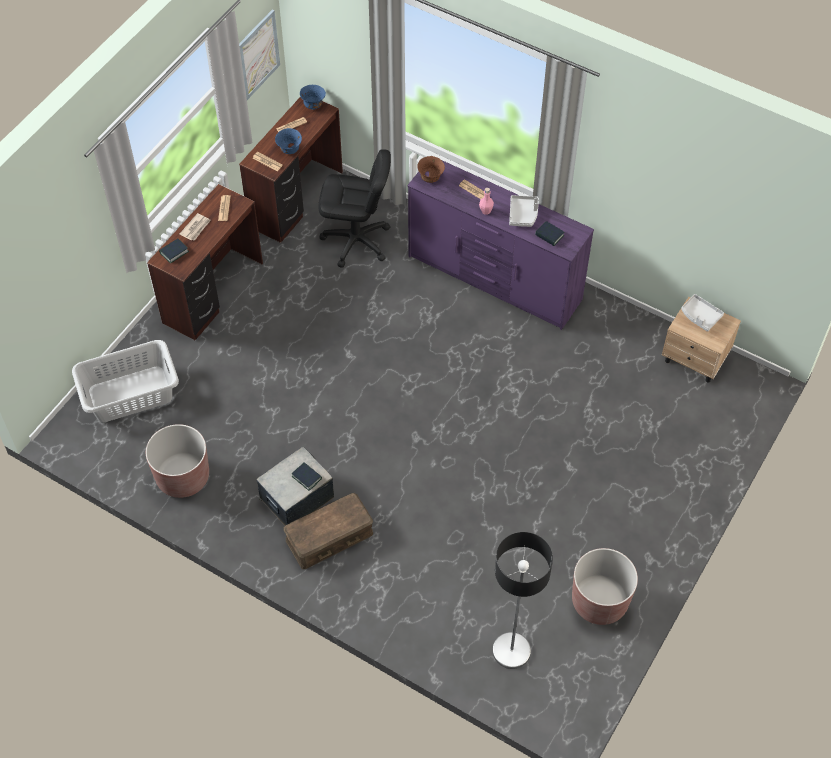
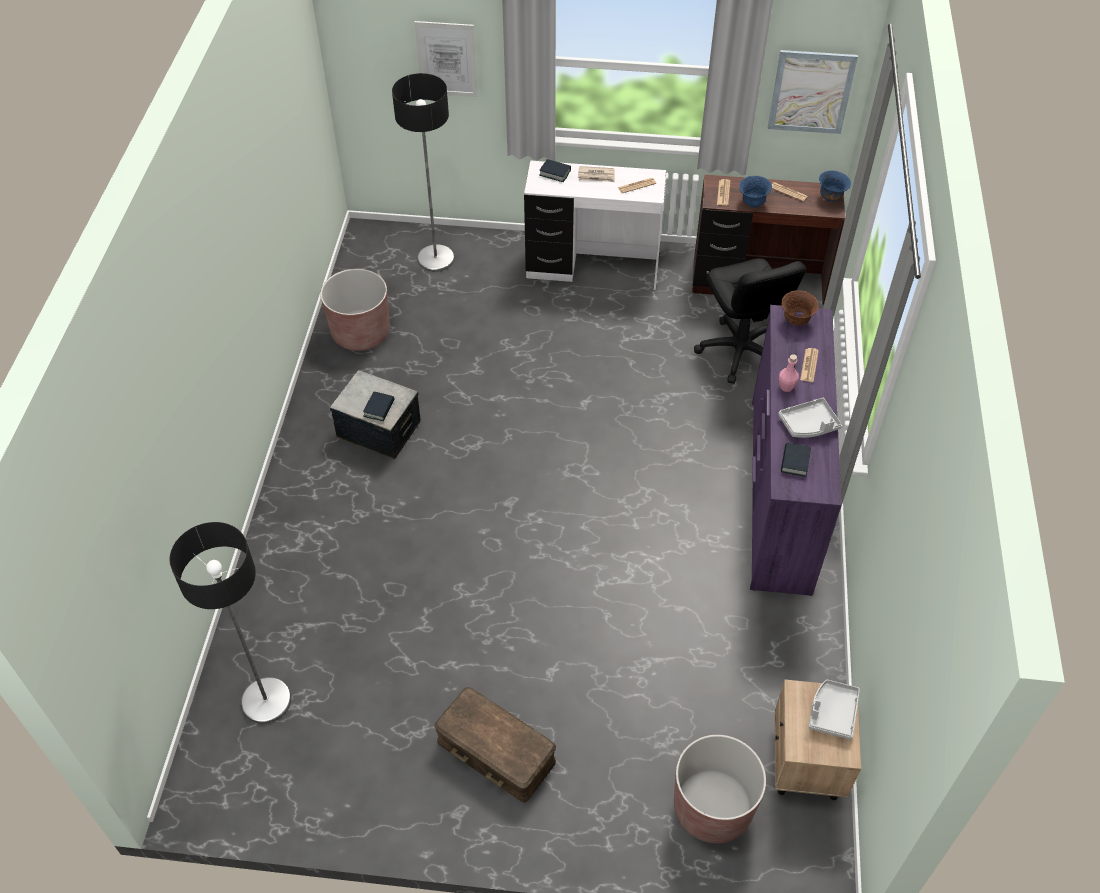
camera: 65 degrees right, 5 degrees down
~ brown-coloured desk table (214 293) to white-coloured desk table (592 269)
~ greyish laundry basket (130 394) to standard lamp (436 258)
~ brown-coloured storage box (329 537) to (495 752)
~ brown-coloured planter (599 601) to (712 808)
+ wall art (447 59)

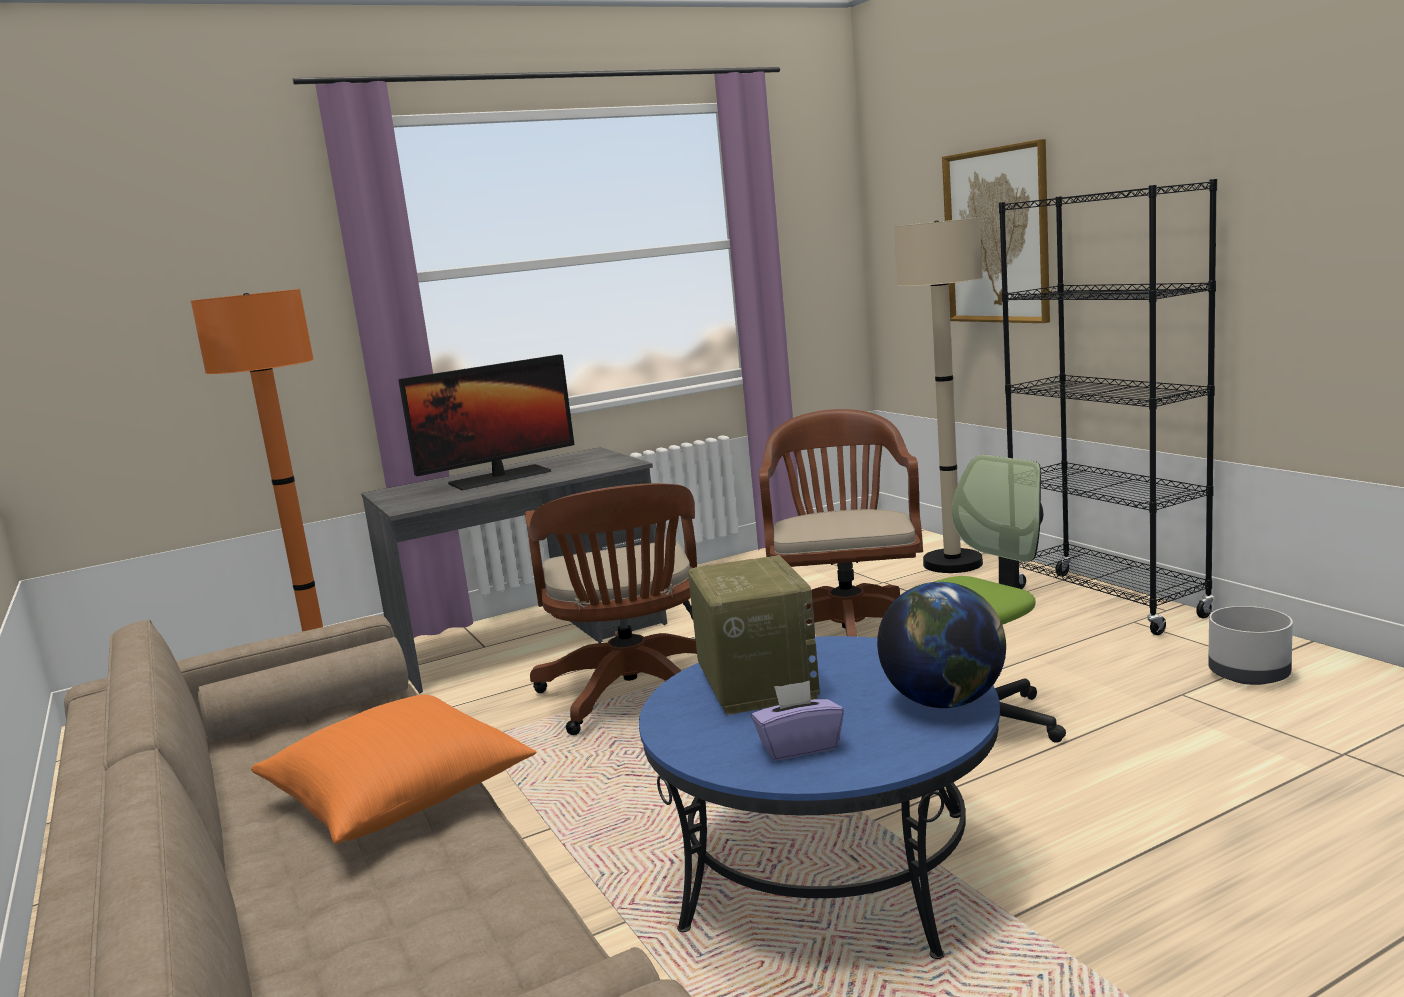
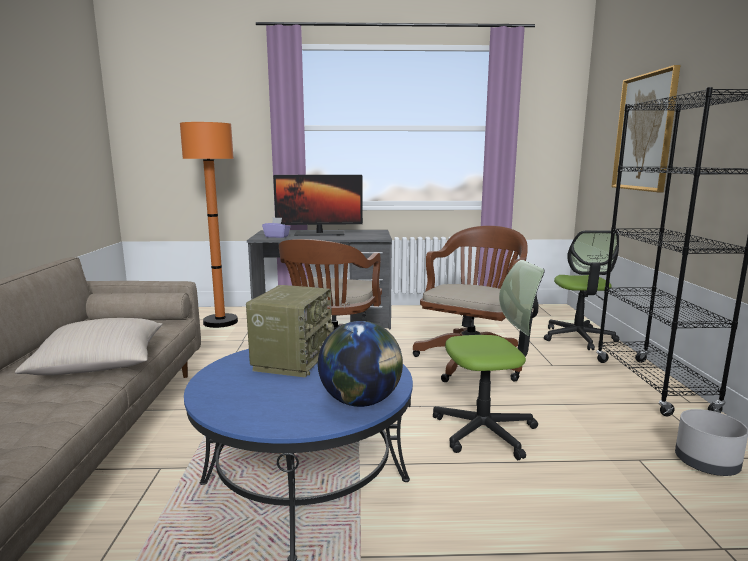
camera: 25 degrees right, 0 degrees up
~ sand-coloured standard lamp (952 563) to computer chair (578 337)
~ purple box of tissues (799 747) to (277 236)
~ orangey throw pillow (398 797) to sand-coloured throw pillow (100 364)

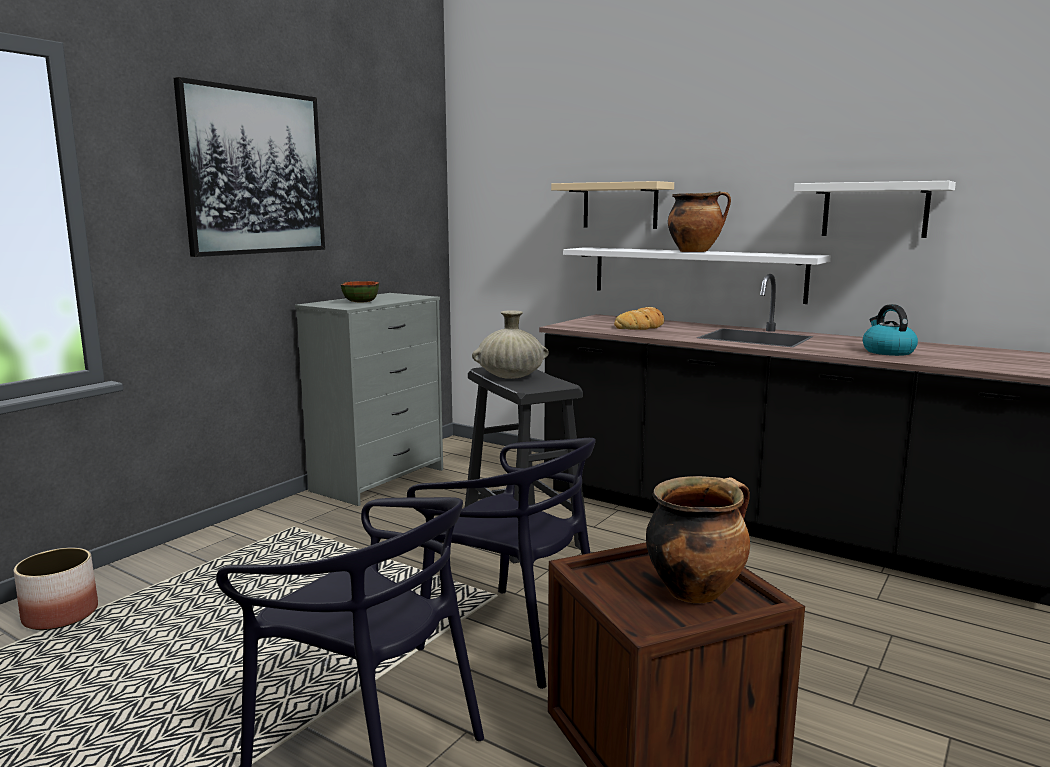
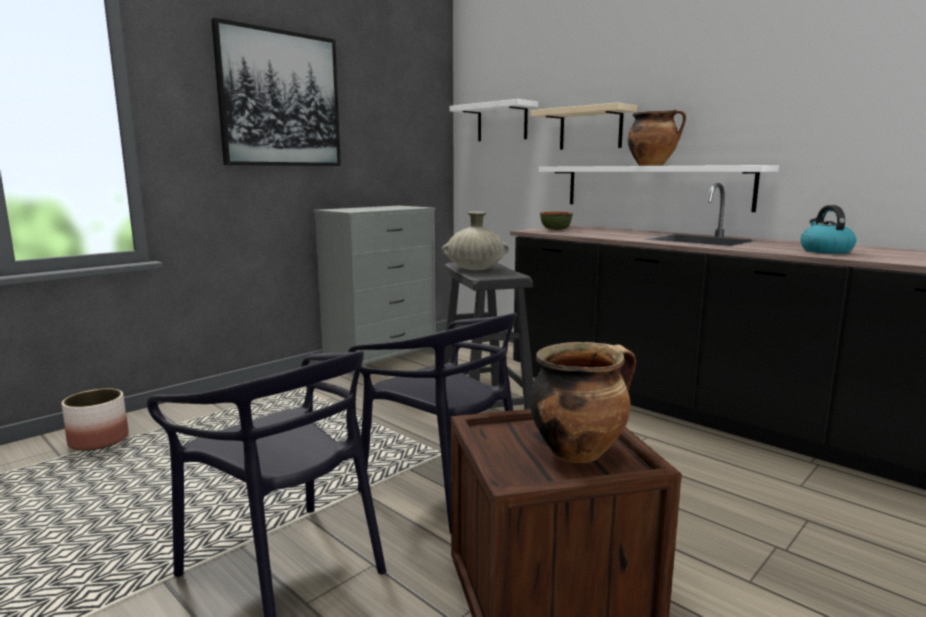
camera: 10 degrees right, 0 degrees up
~ white-coloured bracket shelf (875 210) to (502 122)
~ bowl (360 302) to (554 229)
- baked bread (642 326)

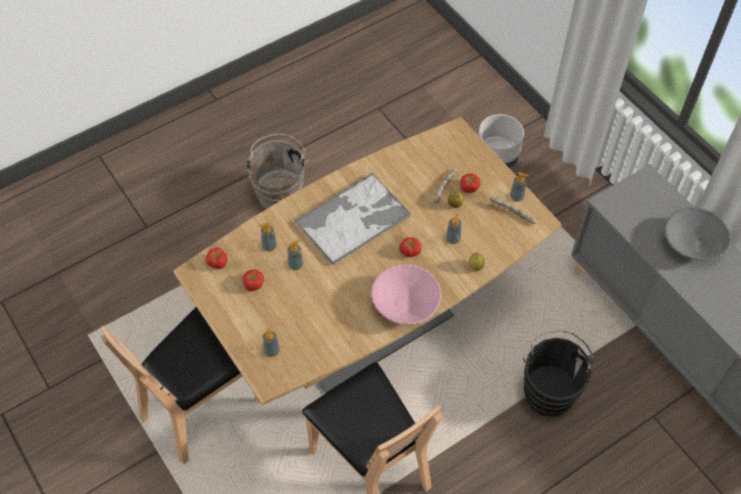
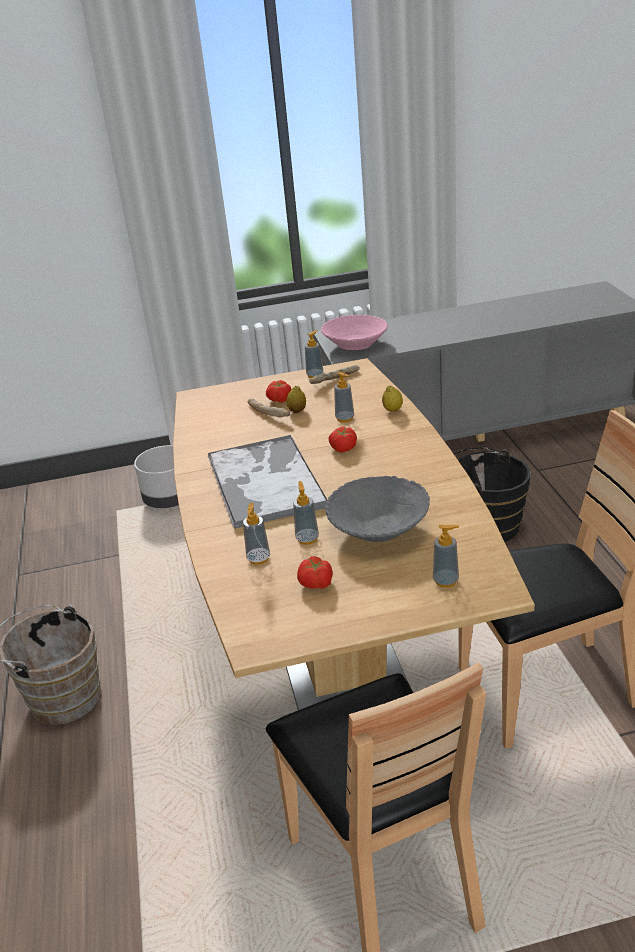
camera: 65 degrees left, 25 degrees down
~ greyish bowl (692 243) to (378 529)
- tomato (217 262)
~ pink bowl (405 303) to (355 345)

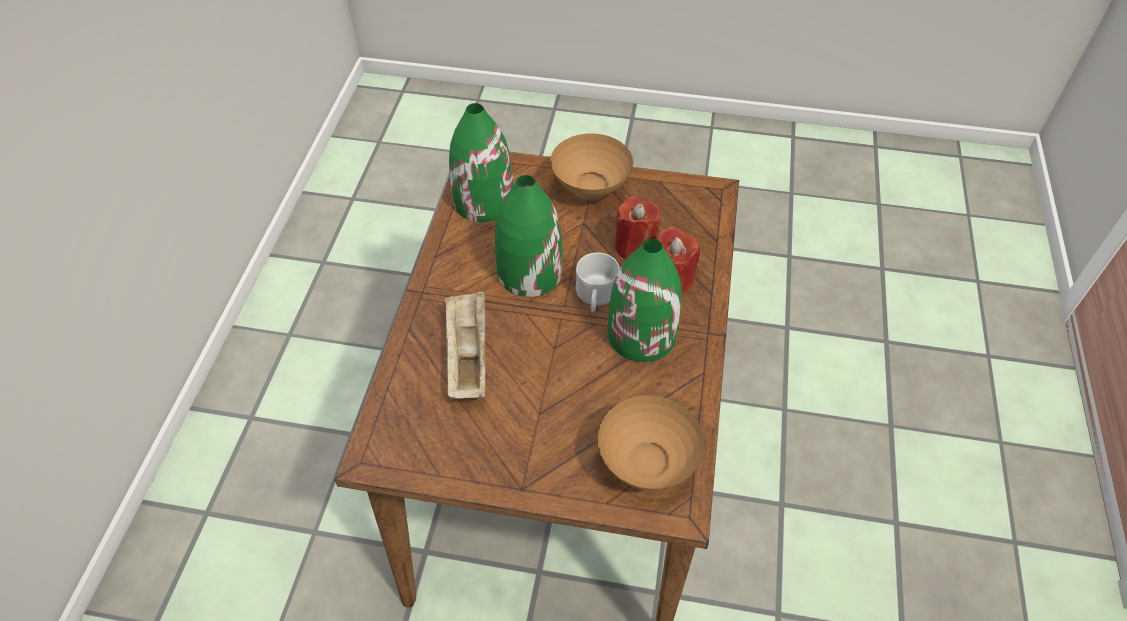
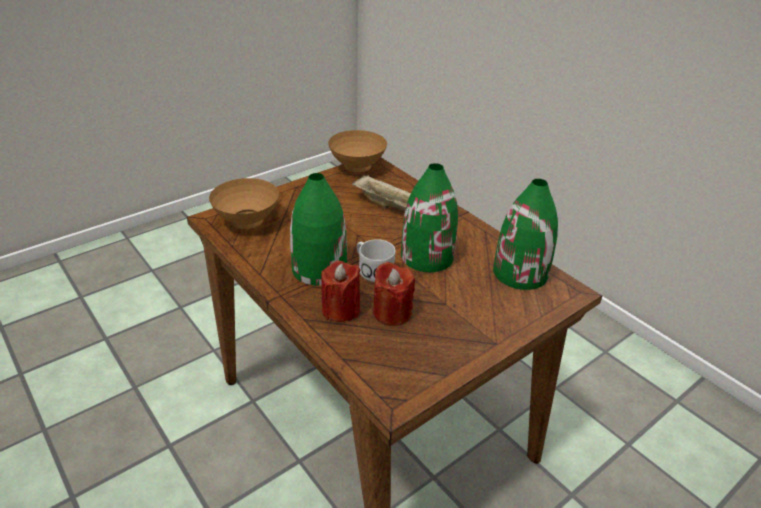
camera: 130 degrees right, 15 degrees down
~ brown-coloured bowl (590 190) to (356 167)

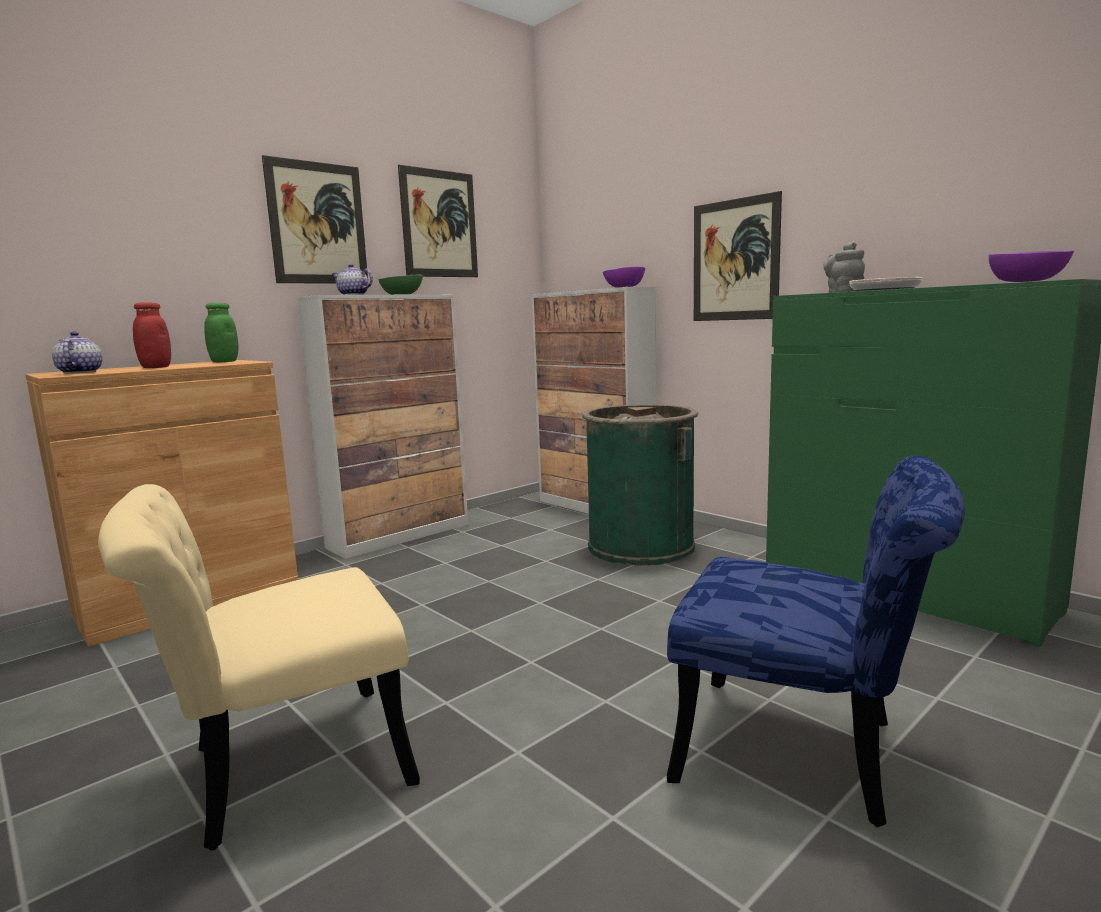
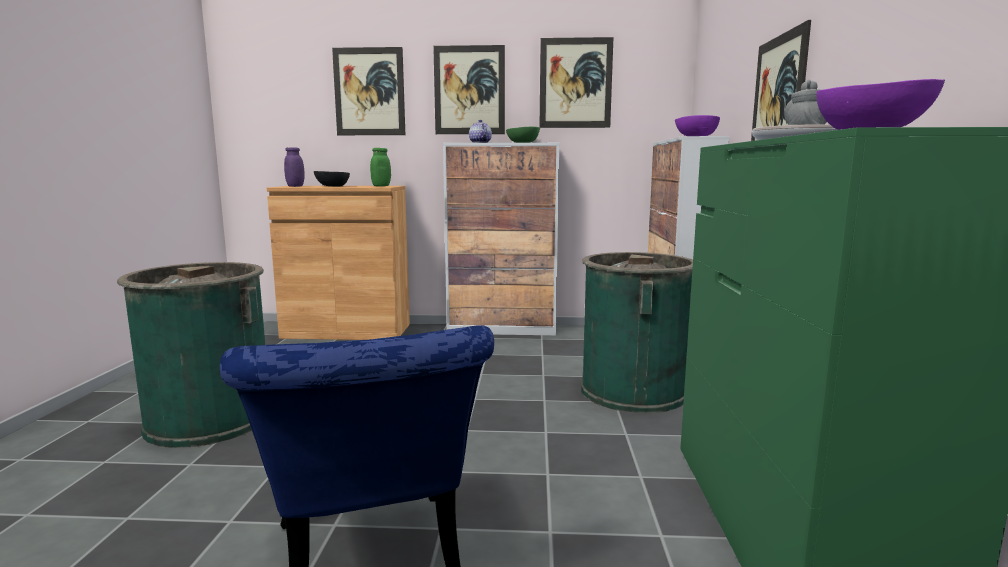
camera: 45 degrees right, 0 degrees up
~ red-coloured storage jar (156 367) to black bowl (332 186)
~ tea pot (79 372) to purple storage jar (295 186)
~ sand-coloured plain chair (279 770) to greenish rubbish bin (210 419)
+ wall art (369 92)

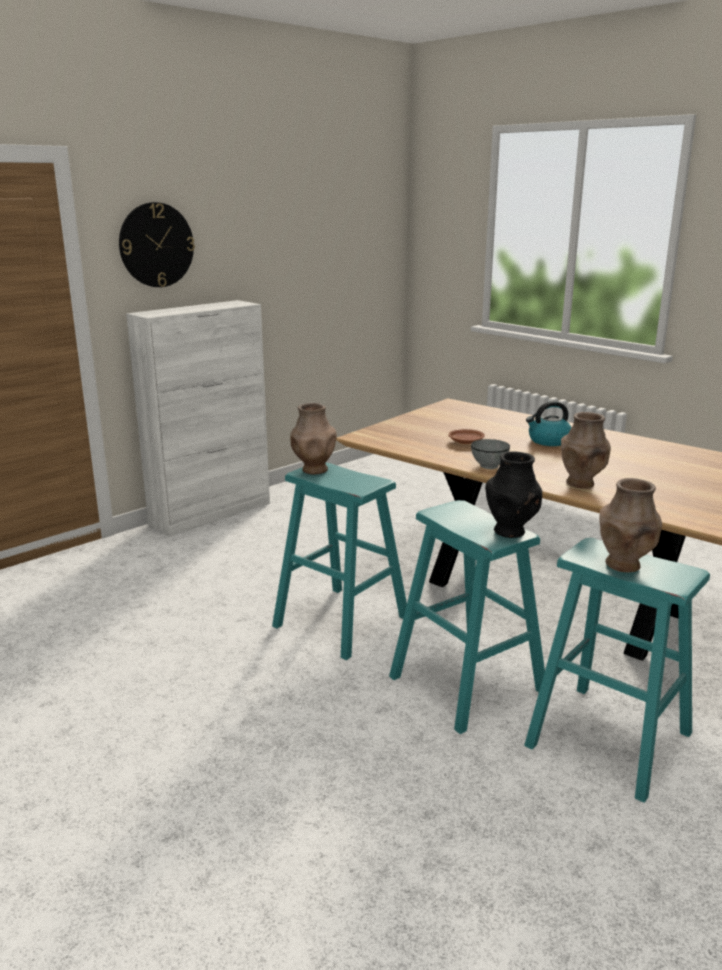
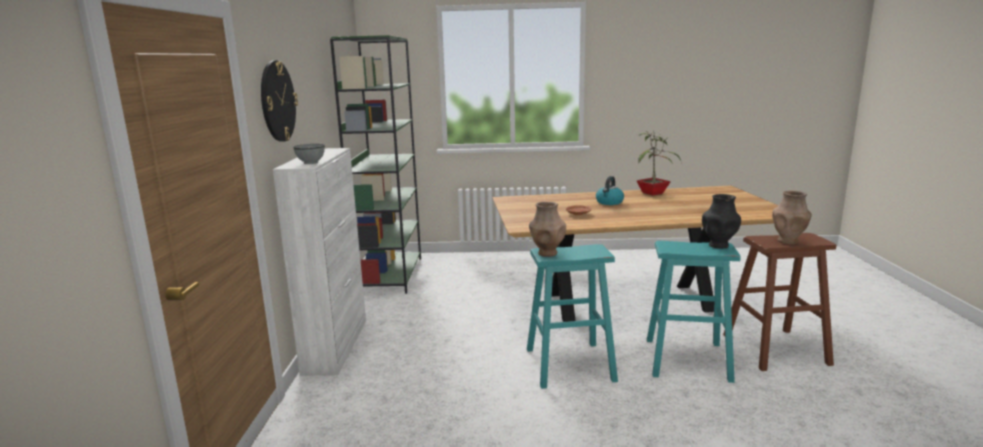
camera: 45 degrees left, 5 degrees down
- brown-coloured decorative vase (581 484)
~ greyish bowl (489 466) to (311 163)
~ turquoise-coloured stool seat (608 739) to brown-coloured stool seat (775 349)
+ greenish shelving unit (390 275)
+ potted plant (653 193)

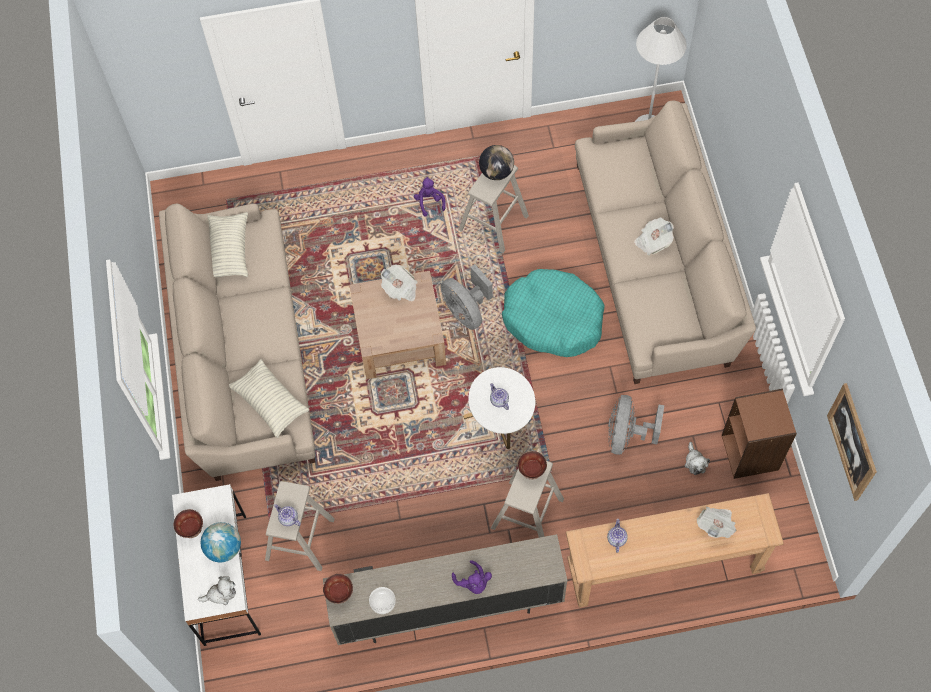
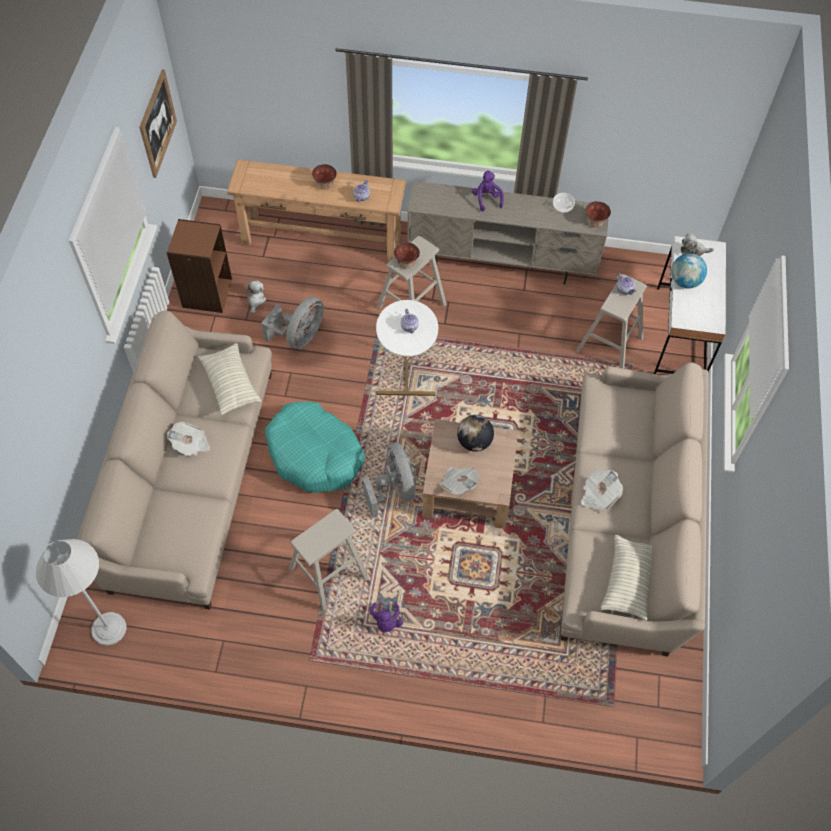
camera: 165 degrees left, 5 degrees down
~ world globe (496 172) to (474 442)
~ throw pillow (270 402) to (230 384)
~ daily paper (716 525) to (598 495)
~ bowl (192 529) to (324 184)

